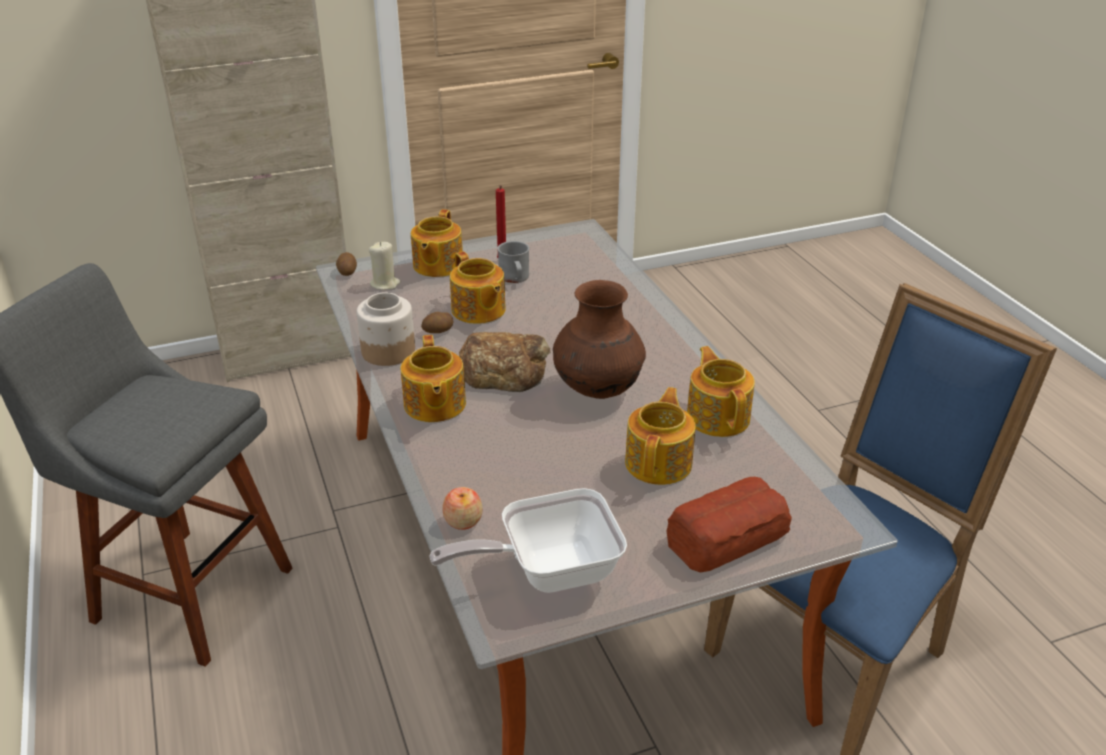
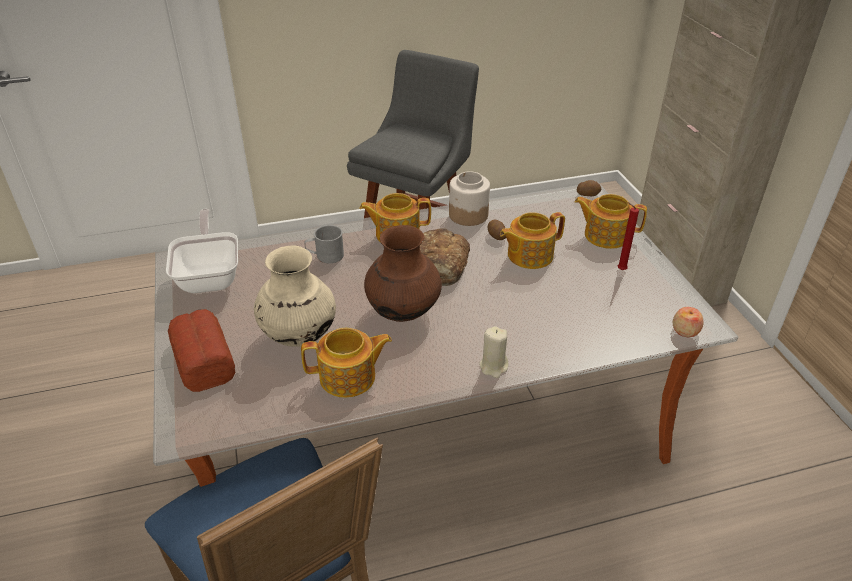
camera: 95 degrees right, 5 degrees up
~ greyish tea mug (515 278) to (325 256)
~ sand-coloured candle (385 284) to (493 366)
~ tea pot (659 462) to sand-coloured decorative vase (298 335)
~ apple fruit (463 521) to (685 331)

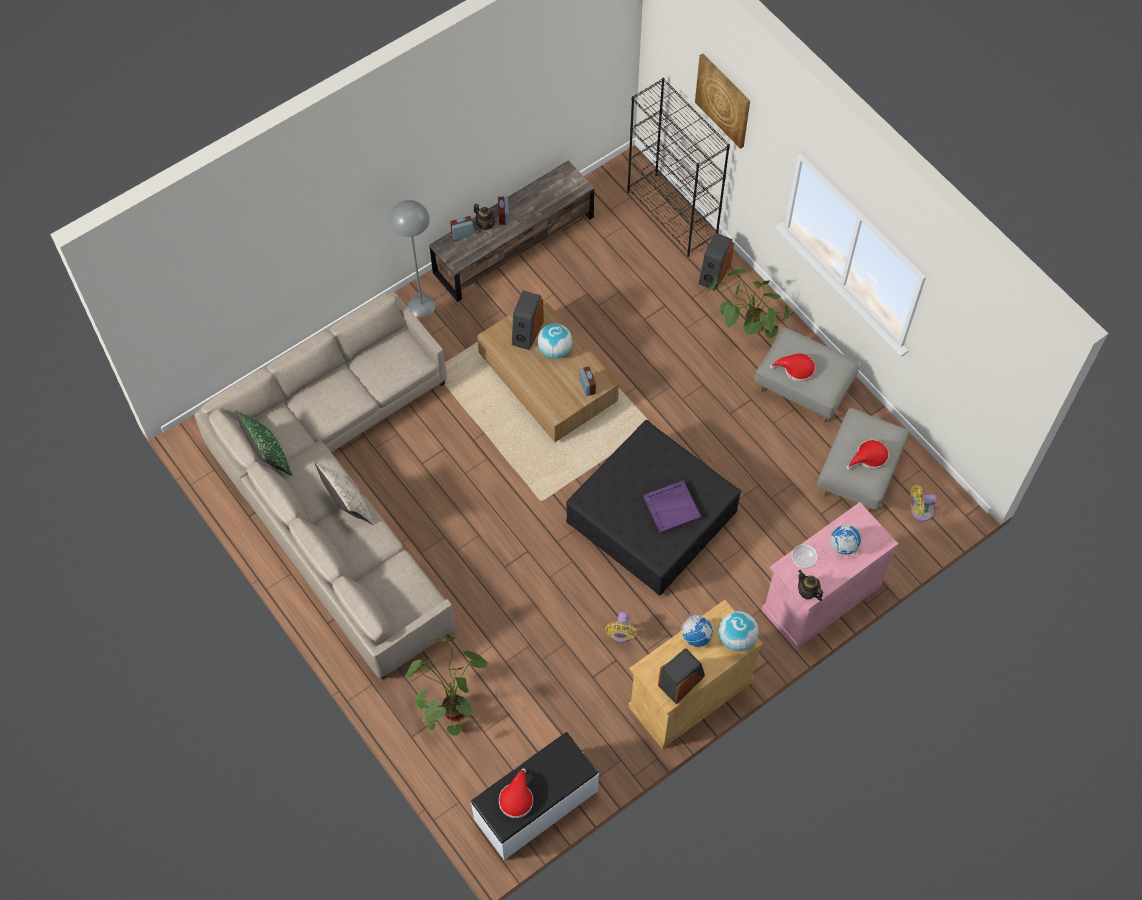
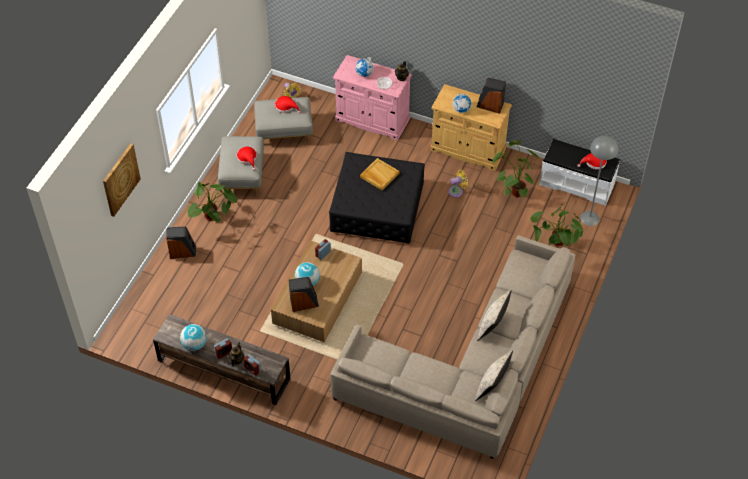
camera: 120 degrees left, 10 degrees down
- black shelving unit (672 215)
~ greyish standard lamp (421 306) to (590 218)
~ greenish throw pillow (268 456) to sand-coloured throw pillow (492 386)
~ purple tray (672 507) to sand-coloured tray (379 175)
~ world globe (736 638) to (194 344)
+ potted plant (513 189)

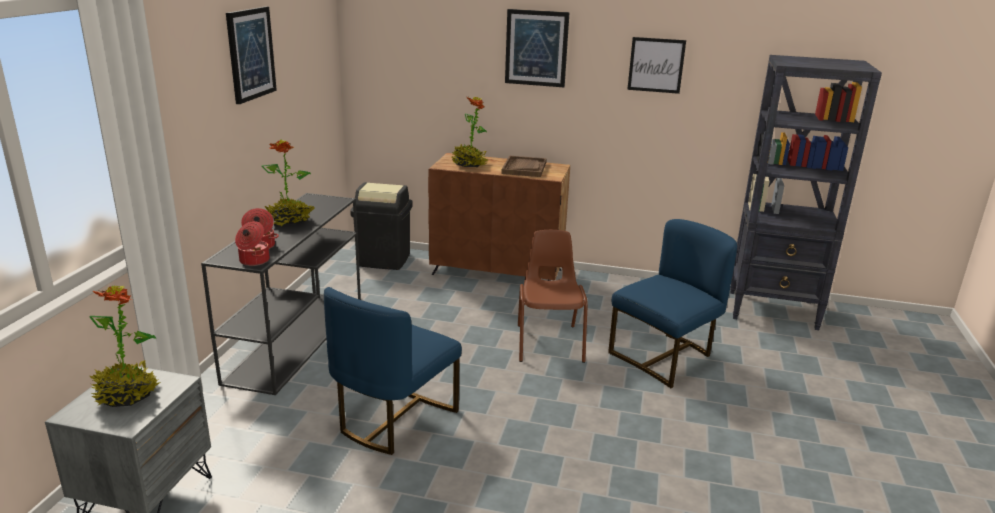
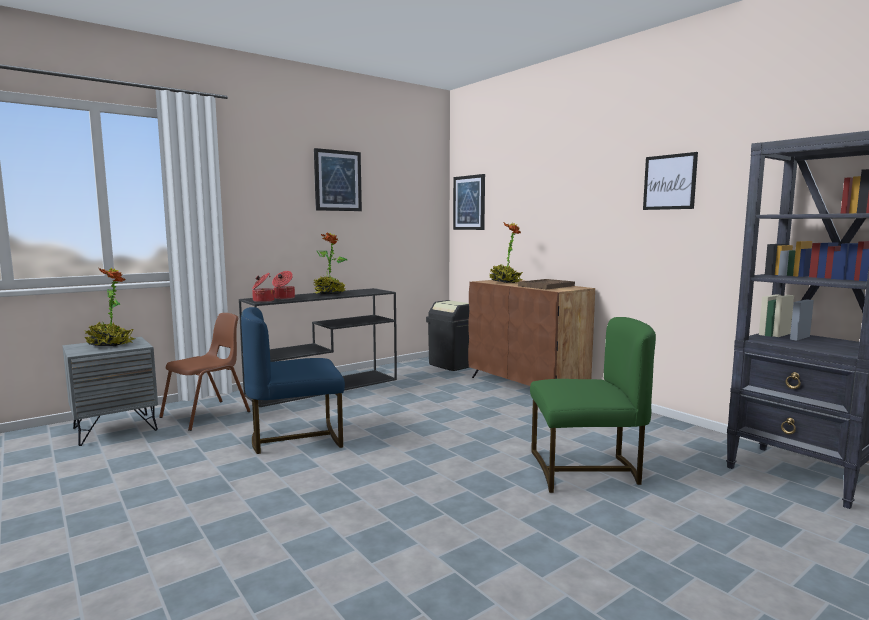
camera: 40 degrees right, 15 degrees down
~ wall art (536 48) to (469 202)
~ bluish plain chair (664 357) to greenish plain chair (585 471)
~ brown-coloured plain chair (549 342) to (207 414)

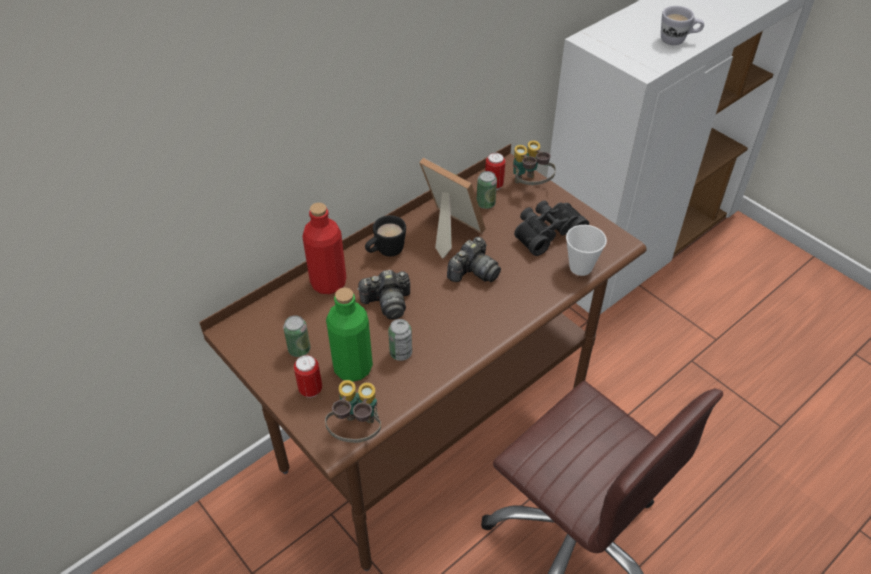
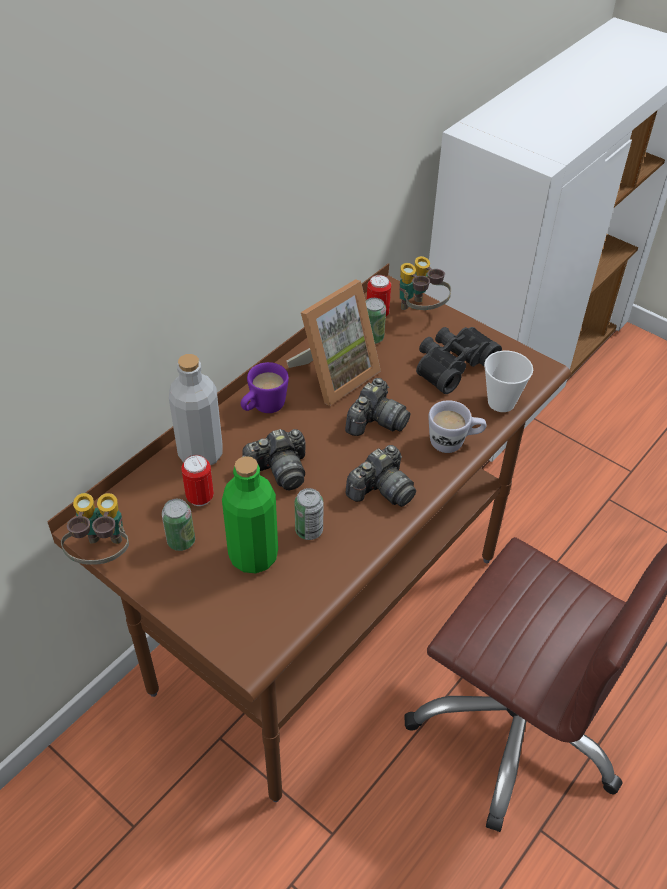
camera: 10 degrees left, 0 degrees up
~ white-coloured tea mug (678 40) to (454 442)
~ standing frame (447 230) = (334 374) 105 degrees clockwise
~ red-coloured bottle (328 283) to greyish bottle (200 454)
~ black tea mug (385 252) to purple tea mug (263 408)
~ can (310 390) to (200 497)
~ pair of binoculars (357 431) to (103 554)
+ photo camera (381 490)

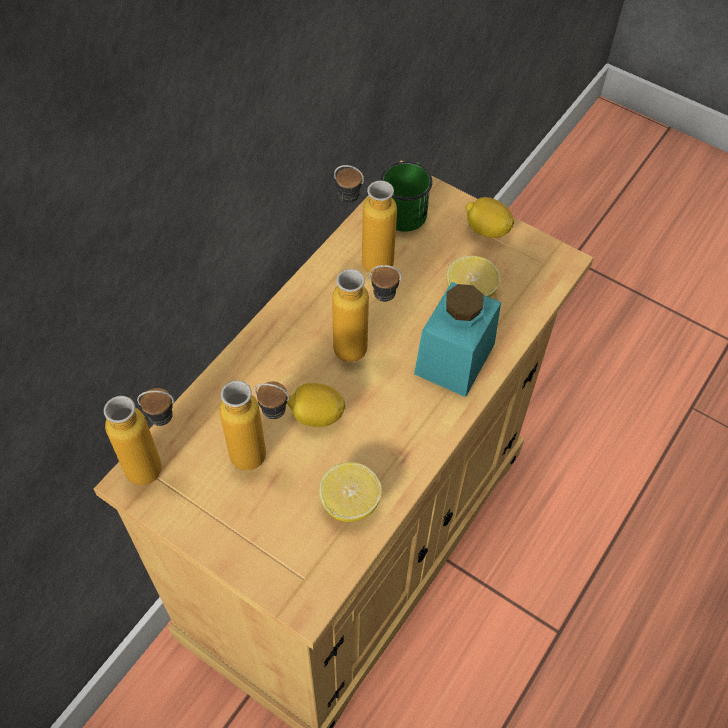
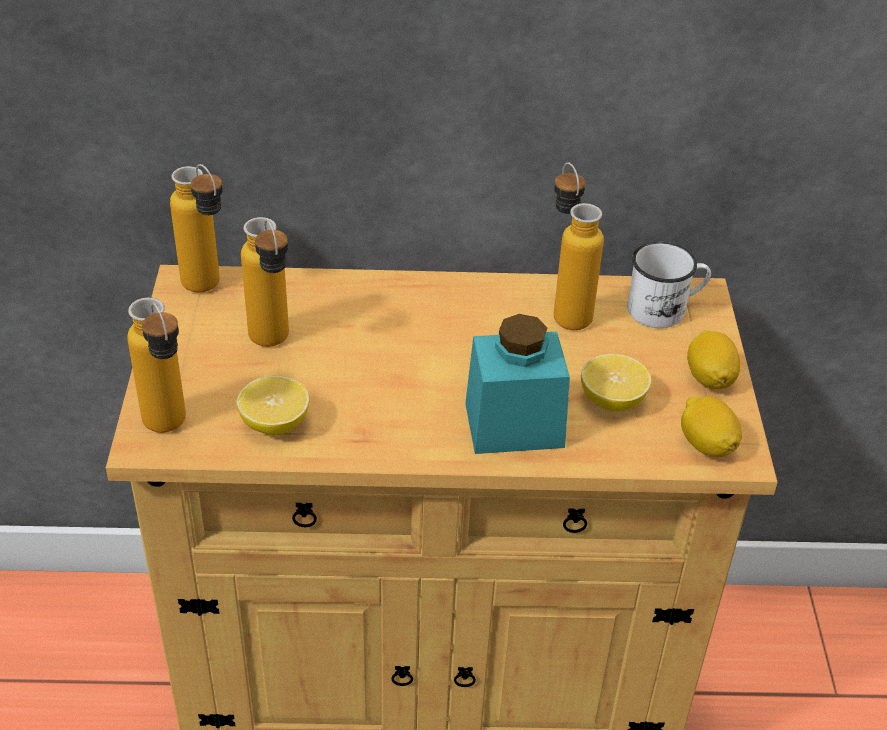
camera: 55 degrees right, 15 degrees down
~ greenish tea mug (406 209) to white-coloured tea mug (665 309)
~ bottle (364 350) to (170 431)
~ citrus fruit (316 415) to (706 445)

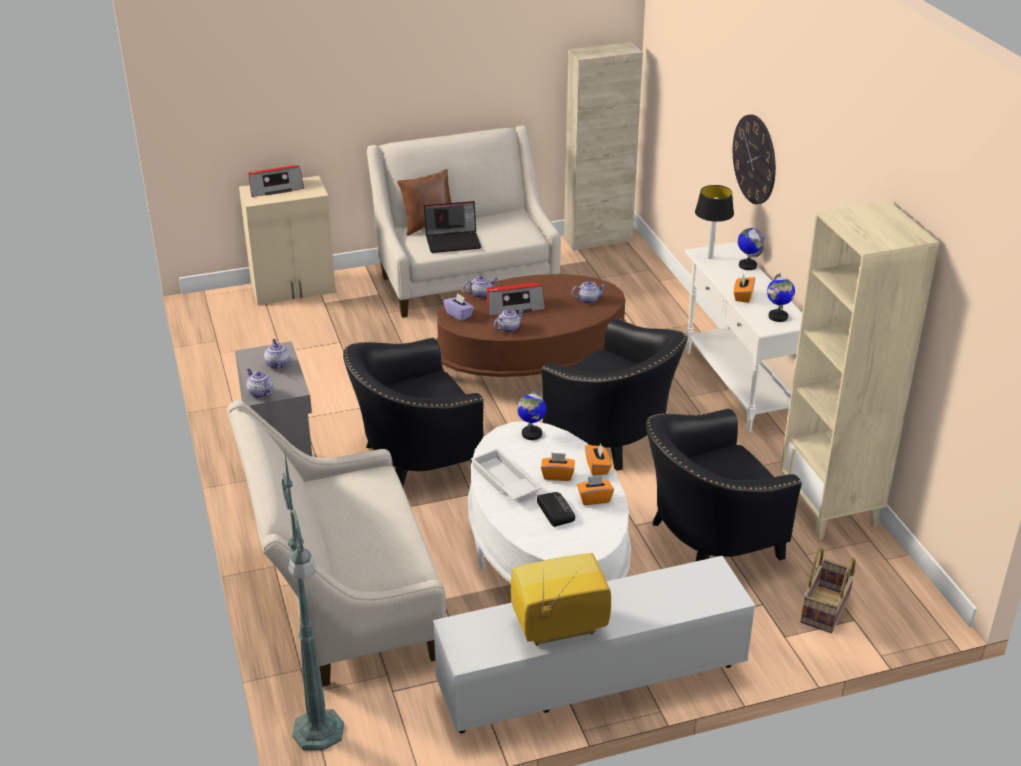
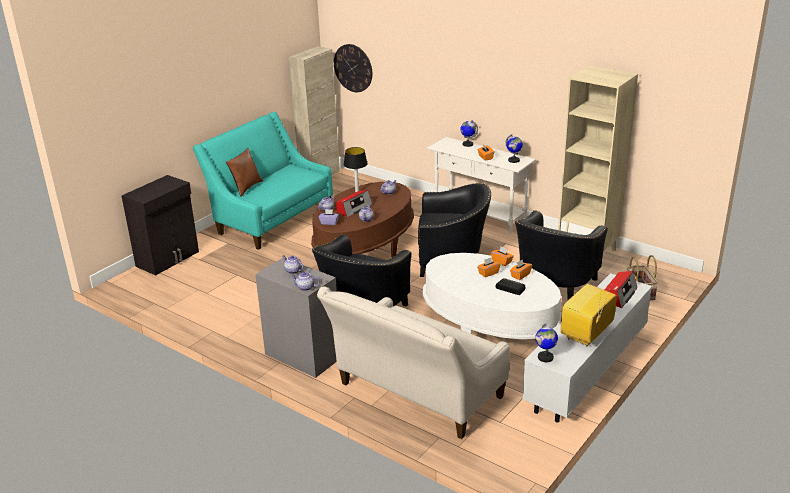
camera: 35 degrees left, 5 degrees down
~ clock on the wall (754 159) to (353 68)
~ sand-coloured couch (465 280) to turquoise-coloured couch (271 219)
~ radio (275 188) to (619 295)
~ sand-coloured storage cabinet (294 289) to black storage cabinet (168 259)
~ tabletop lamp (710 257) to (357 192)
- portable computer (453 241)
~ world globe (531 434) to (545 357)
- white-coloured tray (503 481)
- greenish standard lamp (318 733)

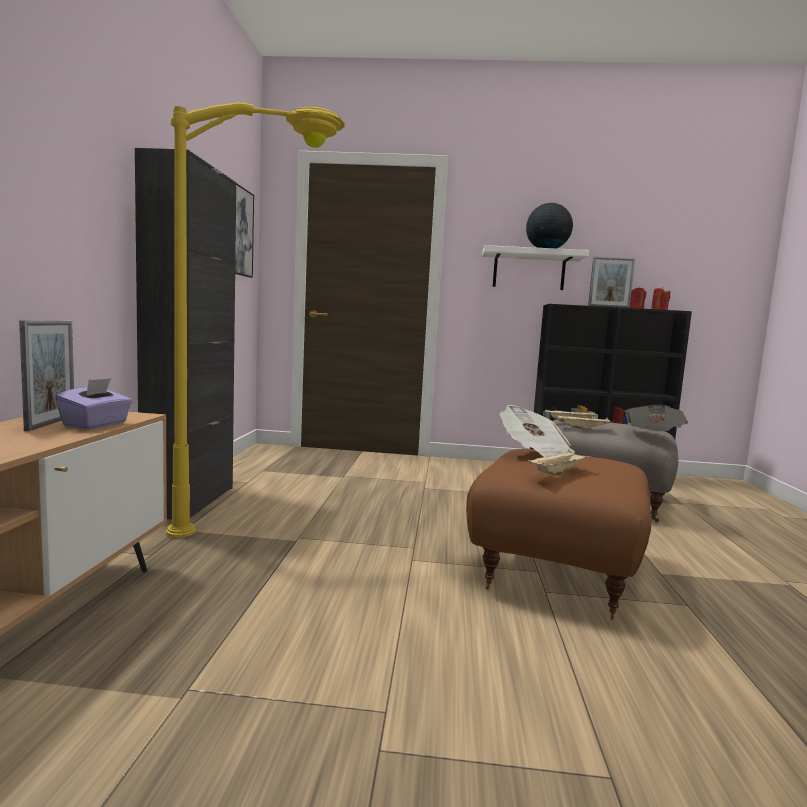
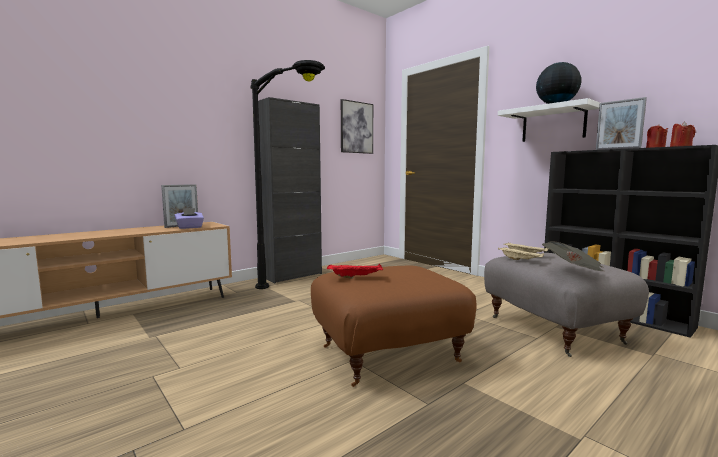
camera: 45 degrees right, 0 degrees up
~ yellow standard lamp (269 527) to black standard lamp (297 293)
- daily paper (535 453)
~ sand-coloured tray (558 472) to red-coloured tray (356 277)

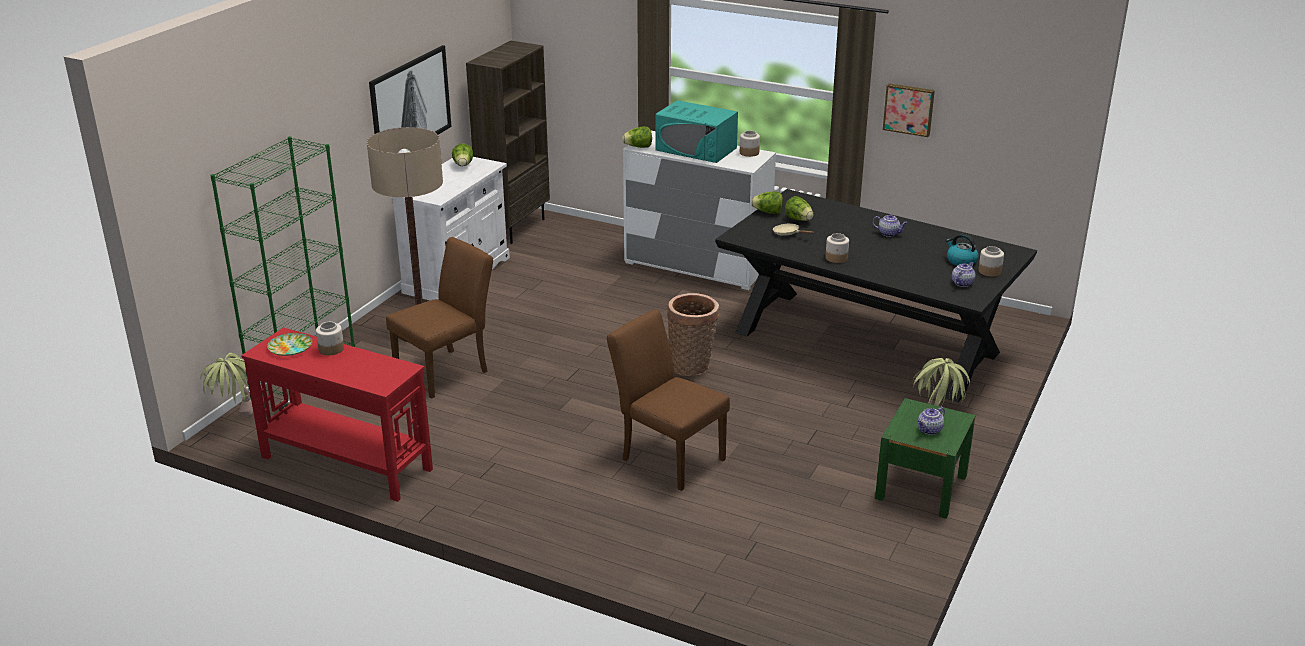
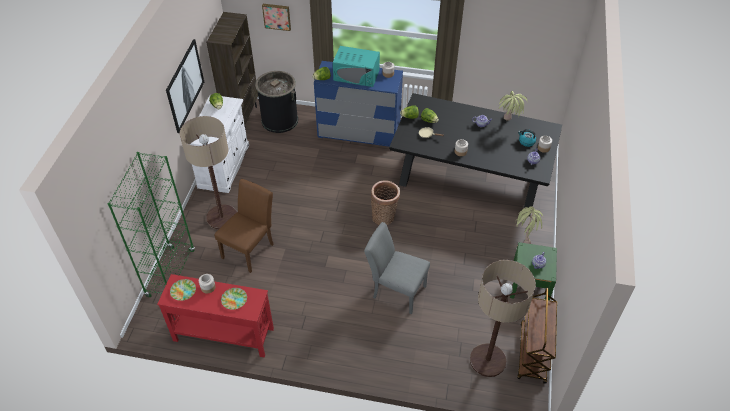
camera: 15 degrees left, 20 degrees up
~ wall art (909 109) to (277 16)
~ white-coloured dresser (697 265) to bluish dresser (359 132)
~ brown-coloured plain chair (667 456) to greyish plain chair (395 290)
~ potted plant (237 423) to (508 125)
+ black rubbish bin (279 120)
+ standard lamp (487 360)
+ brown-coloured wheeled cart (532 353)
+ dinner plate (234 299)

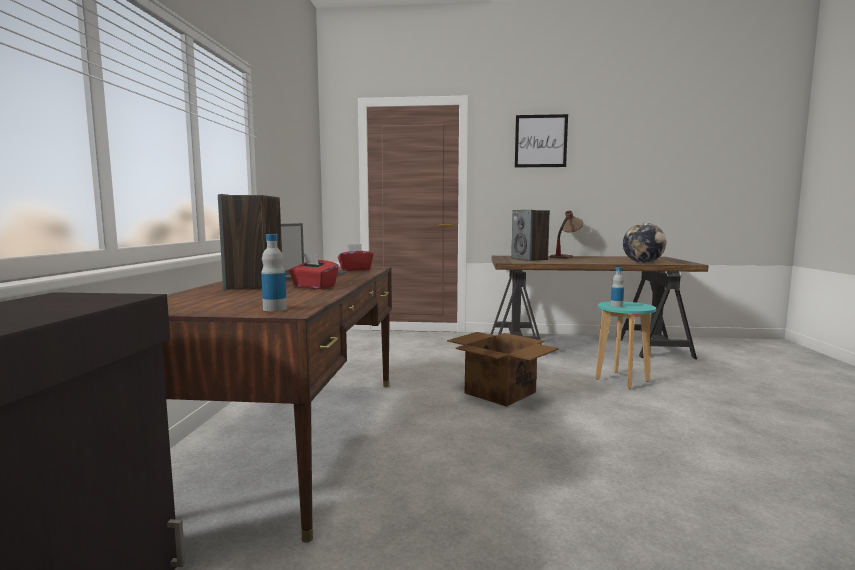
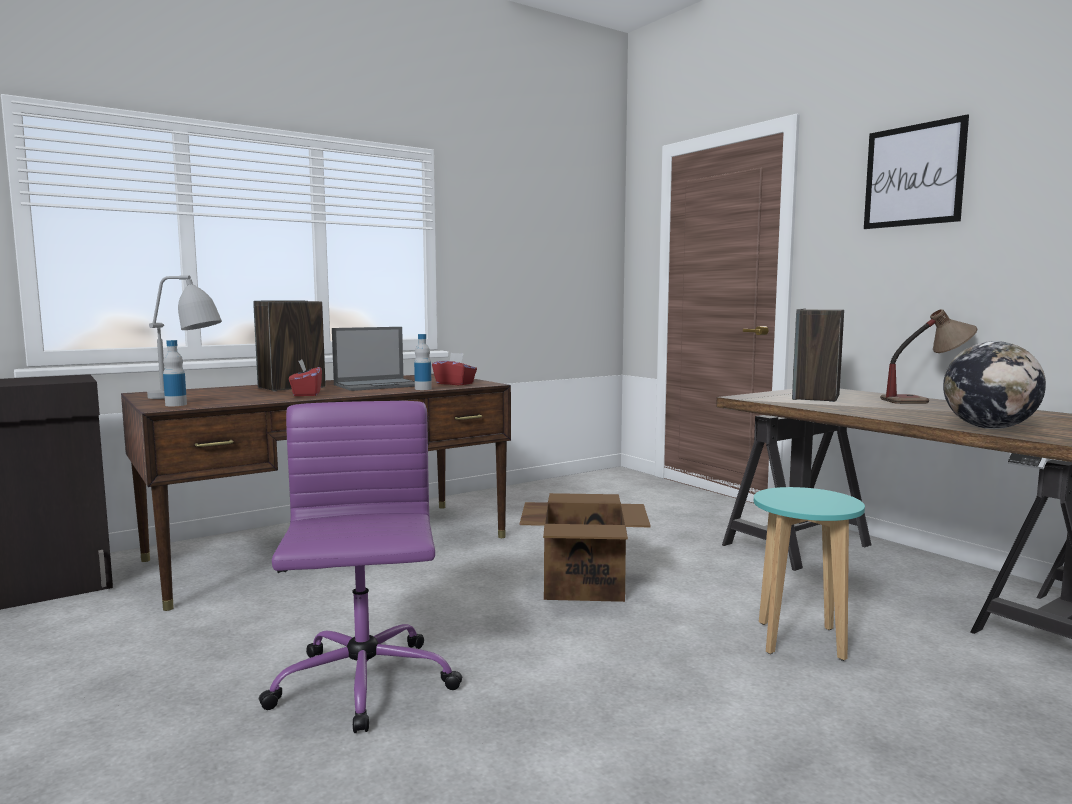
camera: 50 degrees right, 0 degrees up
~ bottle (616 306) to (423 389)
+ greyish tabletop lamp (188 398)
+ purple computer chair (363 685)

